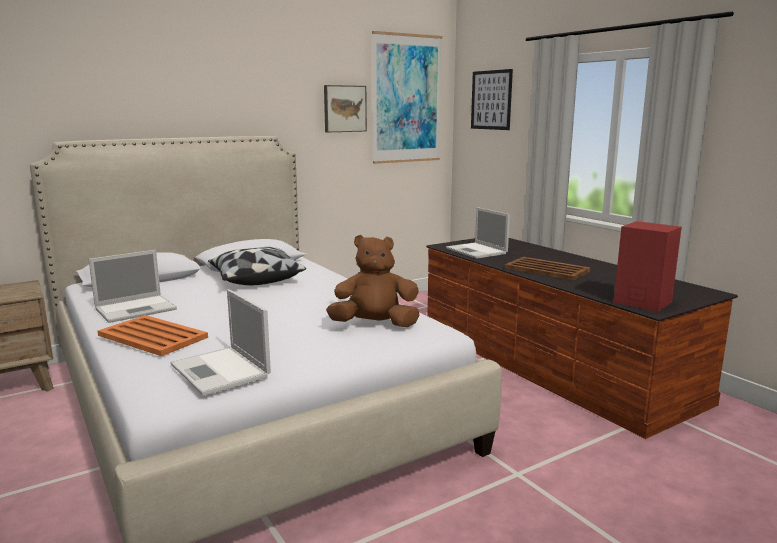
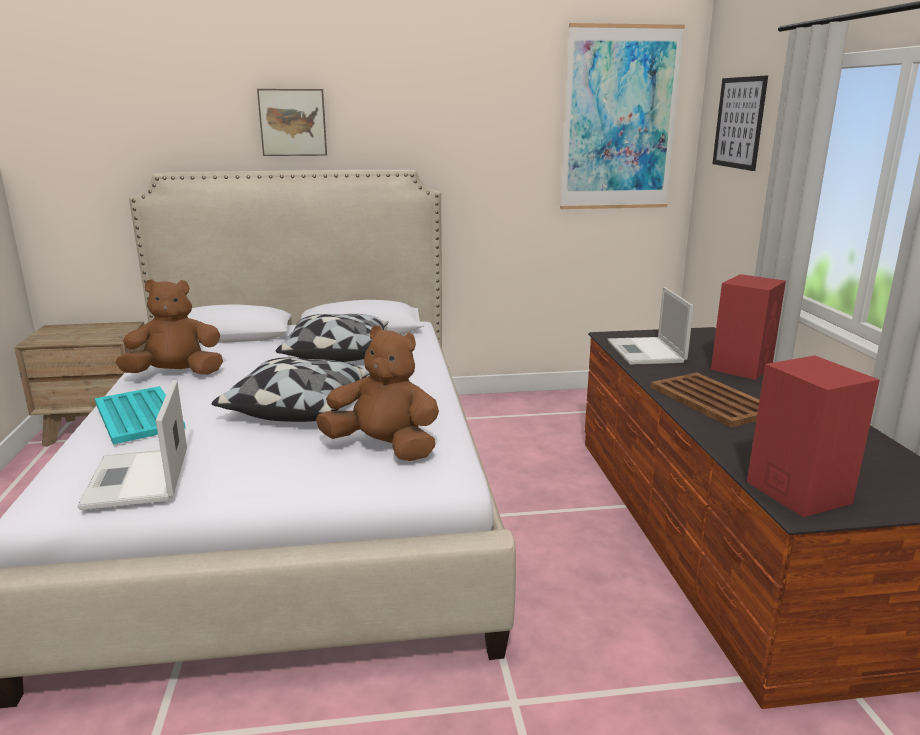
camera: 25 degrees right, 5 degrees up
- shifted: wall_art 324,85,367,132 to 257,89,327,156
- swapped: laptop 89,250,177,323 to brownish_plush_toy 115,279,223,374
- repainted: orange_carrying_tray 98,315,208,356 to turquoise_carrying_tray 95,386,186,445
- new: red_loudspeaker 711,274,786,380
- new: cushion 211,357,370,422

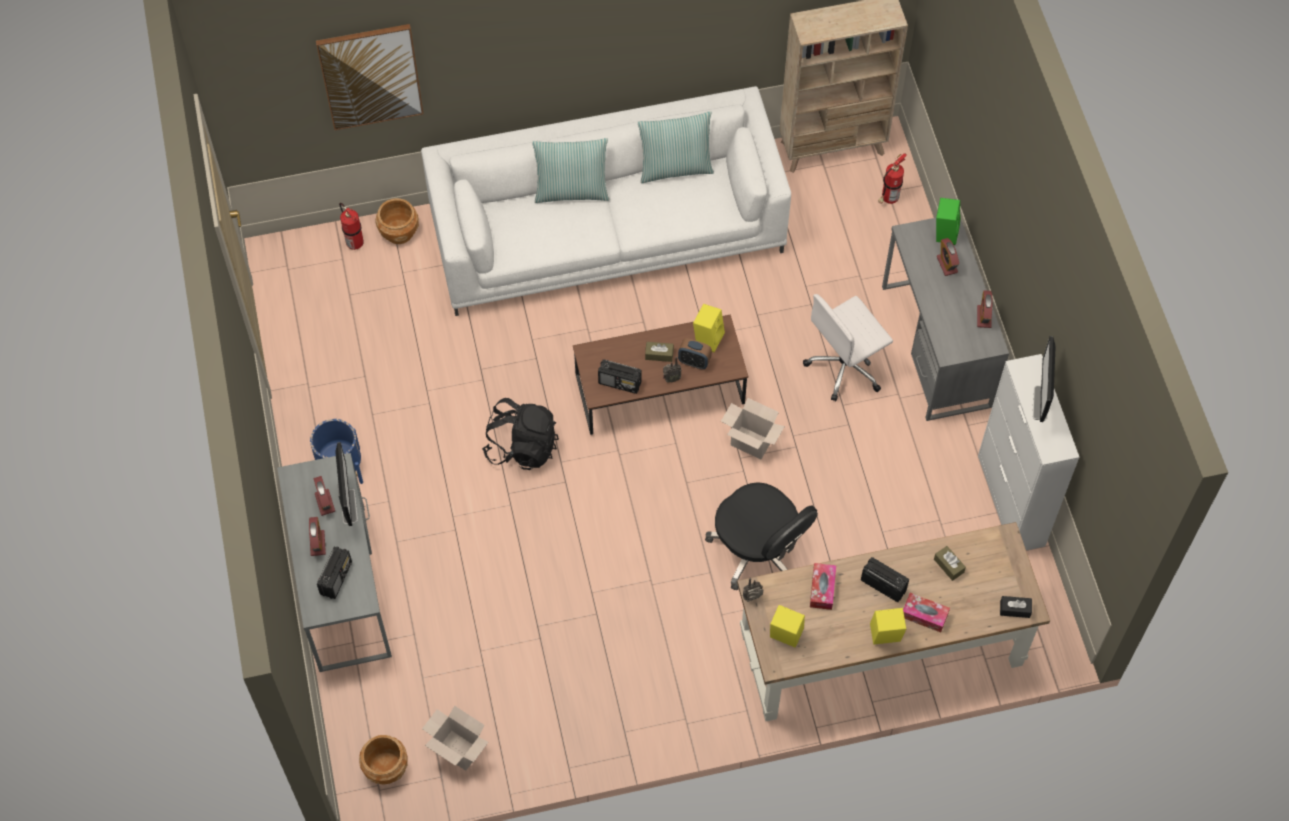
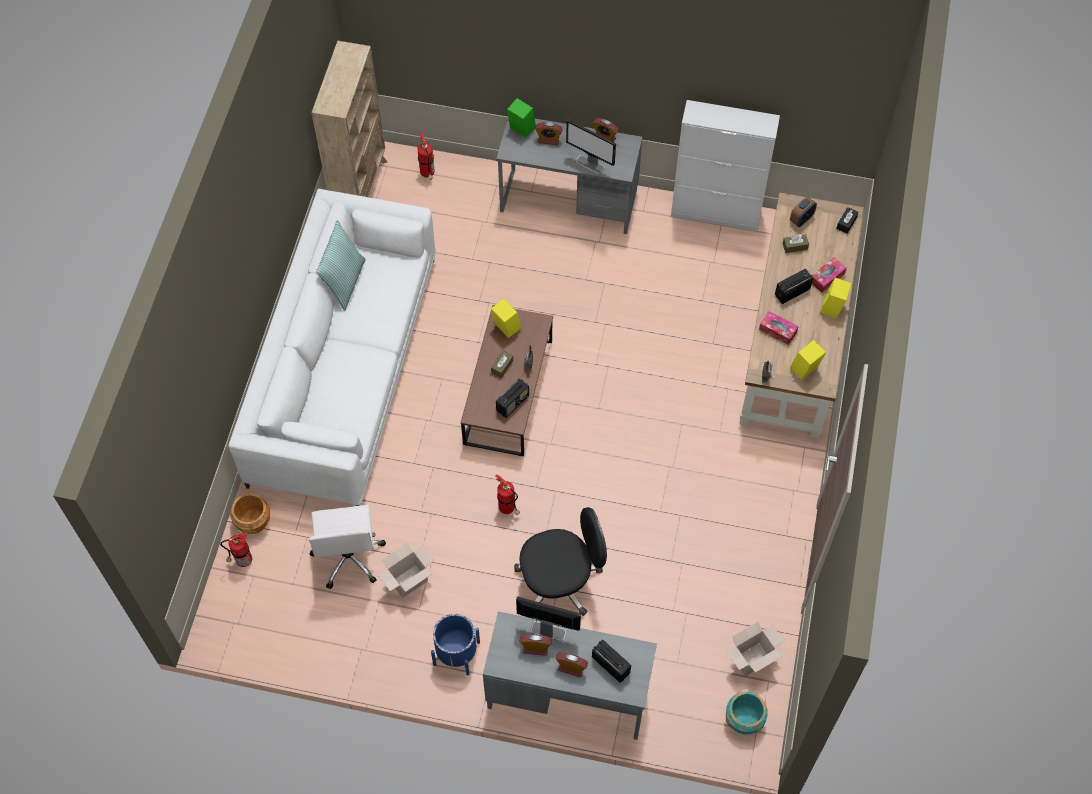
camera: 65 degrees left, 0 degrees up
- gone: wall_art 316,24,423,130
- gone: cushion 532,138,609,203
- shifted: white-coloured_desk_chair 803,294,893,401 to 309,505,386,589
- shifted: computer_display 1032,336,1056,422 to 566,120,616,174
- shifted: bedside_clock 678,338,712,369 to 790,196,817,227
- swapped: black-coloured_rucksack 482,398,559,470 to fire-fighting_cylinder 495,474,520,515
- shifted: carton 721,398,785,459 to 378,543,434,598
- shifted: black-coloured_desk_chair 705,482,818,590 to 514,507,607,616
- repainted: brownish_plant_pot 359,735,408,785 to turquoise_plant_pot 726,692,768,734

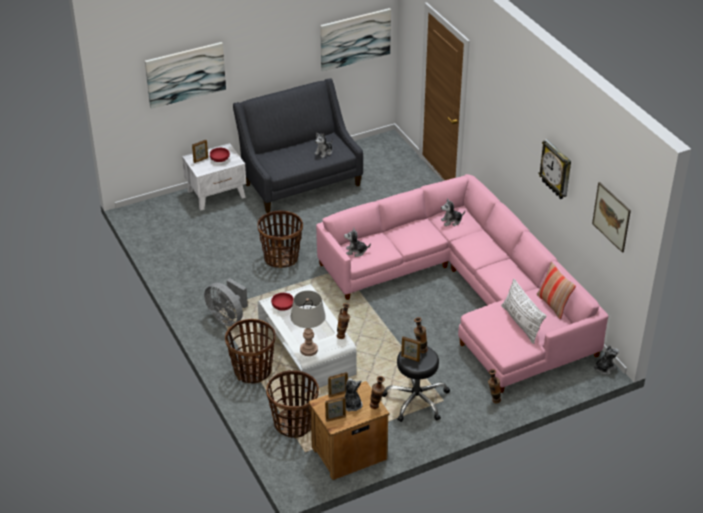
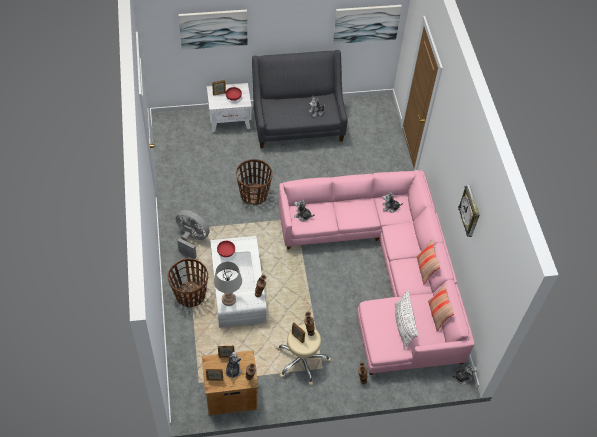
camera: 15 degrees right, 15 degrees up
- gone: wall_art 592,182,631,253
- rotated: grey_electric_fan 204,278,248,326 = 176,210,210,259 150 degrees clockwise
- repainted: black-coloured_sitting_stool 382,347,450,422 to sand-coloured_sitting_stool 276,325,331,386
- gone: basket 266,370,319,438
- new: cushion 417,239,440,285

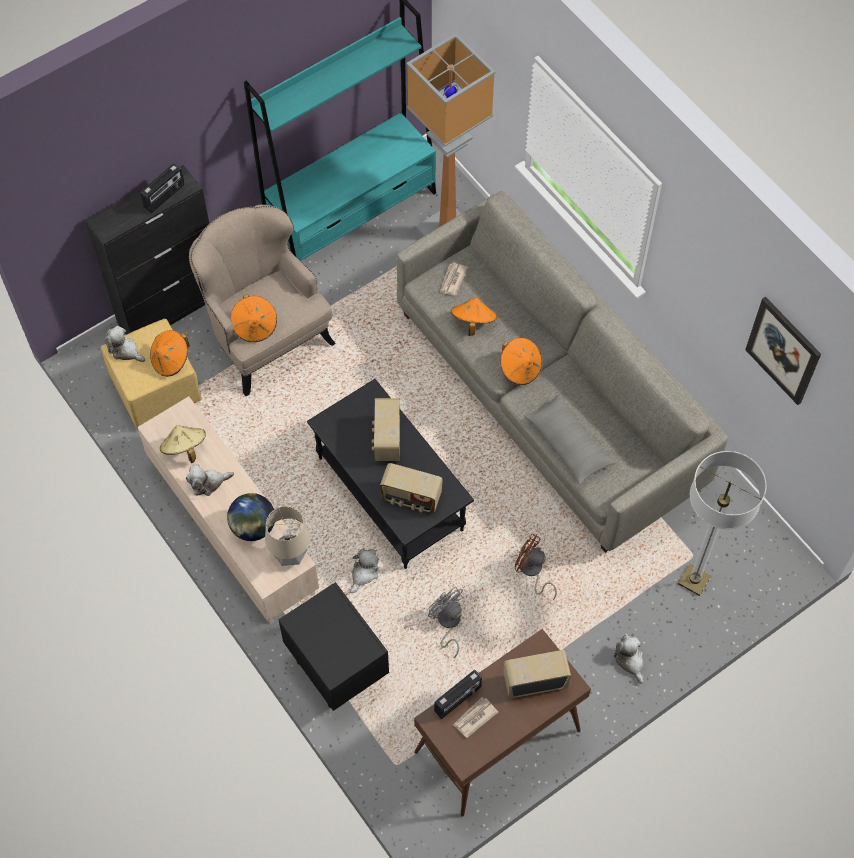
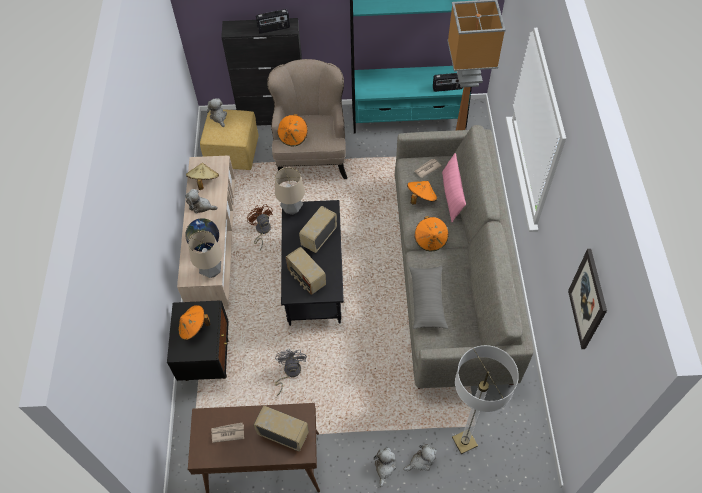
camera: 35 degrees right, 5 degrees down
- shifted: orange_hat 150,330,190,377 to 179,305,211,340
- shifted: brownish_electric_fan 515,533,557,600 to 247,204,273,251
- shifted: plush_toy 350,548,379,593 to 403,444,437,471
- shifted: radio_set 434,670,482,719 to 433,73,463,92
- new: pinkish_cushion 442,153,466,222
- new: tabletop_lamp 275,167,305,215

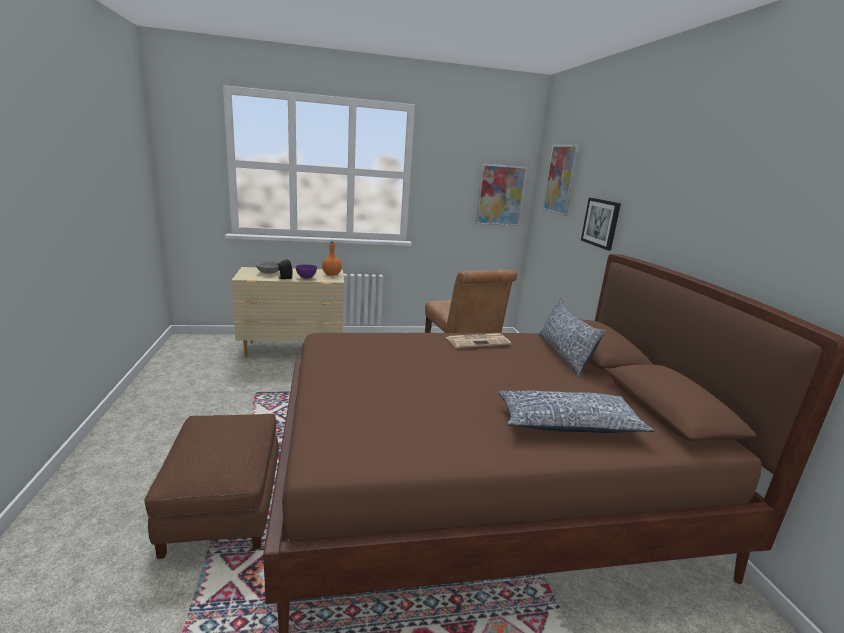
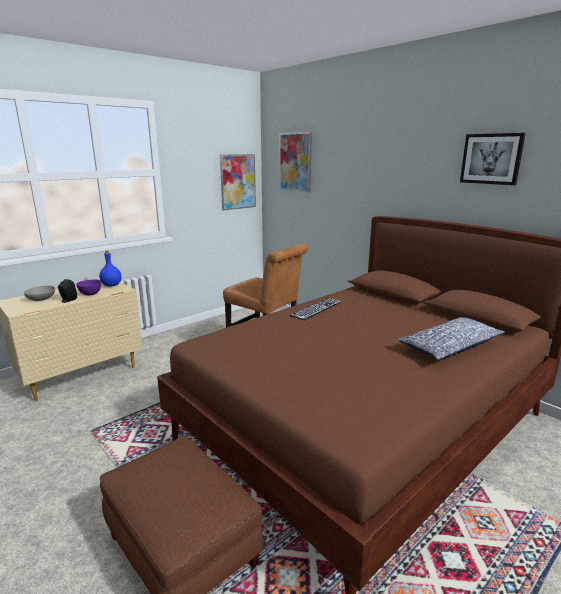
camera: 30 degrees left, 0 degrees up
- shifted: wall_art 581,198,621,250 to 460,133,526,185
- repainted: orange_bottle 322,241,342,276 to bluish_bottle 99,250,121,287
- gone: cushion 538,298,606,377
- swapped: newspaper 446,333,511,348 to computer_keyboard 290,298,341,320

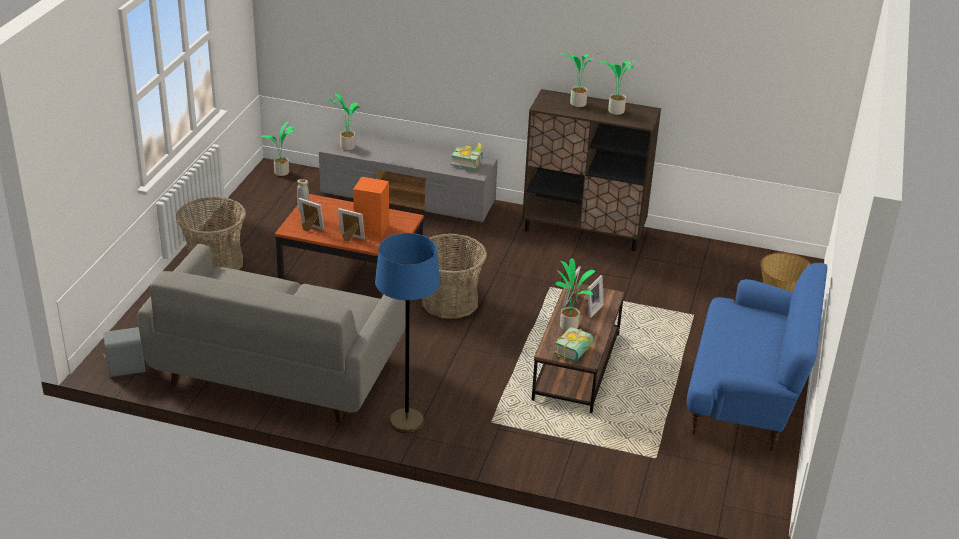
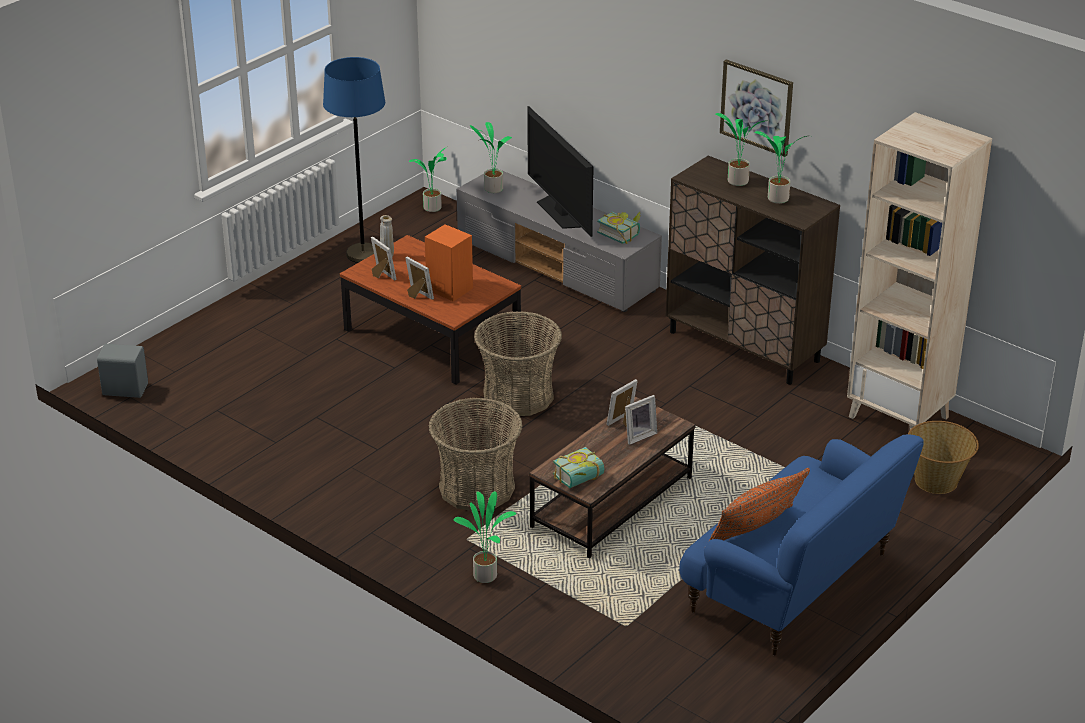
camera: 25 degrees right, 0 degrees up
- shifted: basket 176,197,246,270 to 428,398,523,511
- shifted: bluish_standing_lamp 375,233,440,433 to 323,57,385,263
- gone: grey_settee 138,244,406,423
- shifted: potted_plant 556,258,595,331 to 453,491,516,583
- new: wall_art 720,59,793,157
- new: TV 527,106,594,237
- new: sand-coloured_bookshelf 847,112,992,430
- new: orange_cushion 708,468,810,542

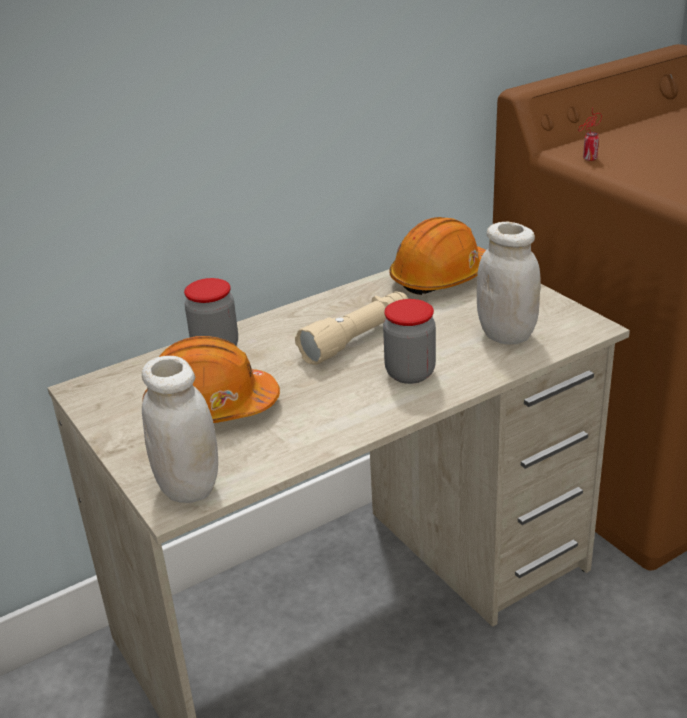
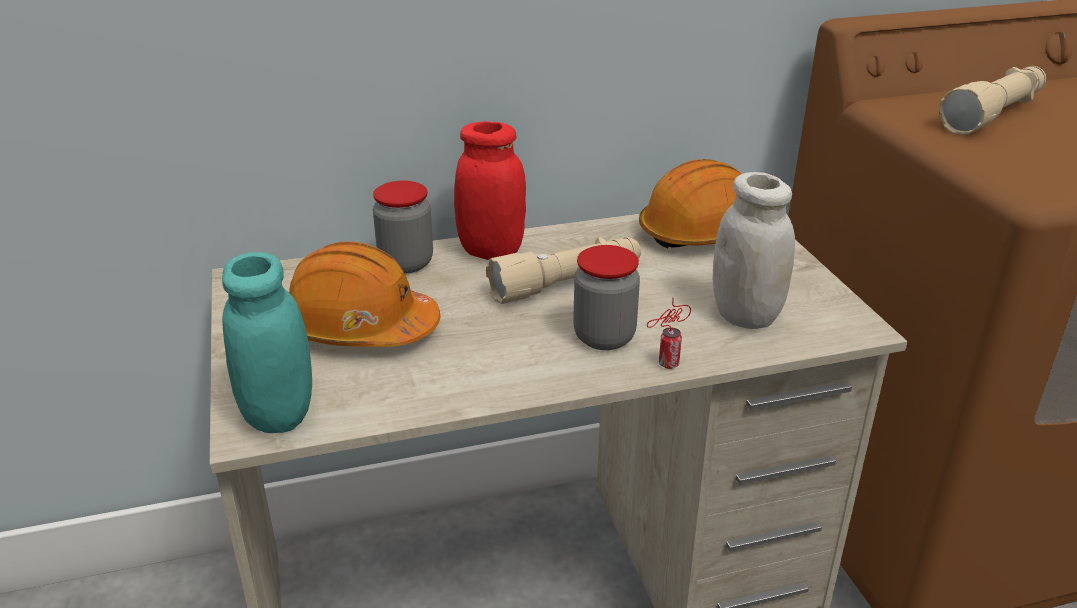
camera: 15 degrees right, 0 degrees up
- shifted: can 578,107,602,161 to 647,297,691,369
- repainted: white-coloured_storage_jar 142,356,218,503 to turquoise_storage_jar 222,252,312,433
- new: sand-coloured_hand_torch 938,66,1046,135
- new: red_storage_jar 454,121,526,260

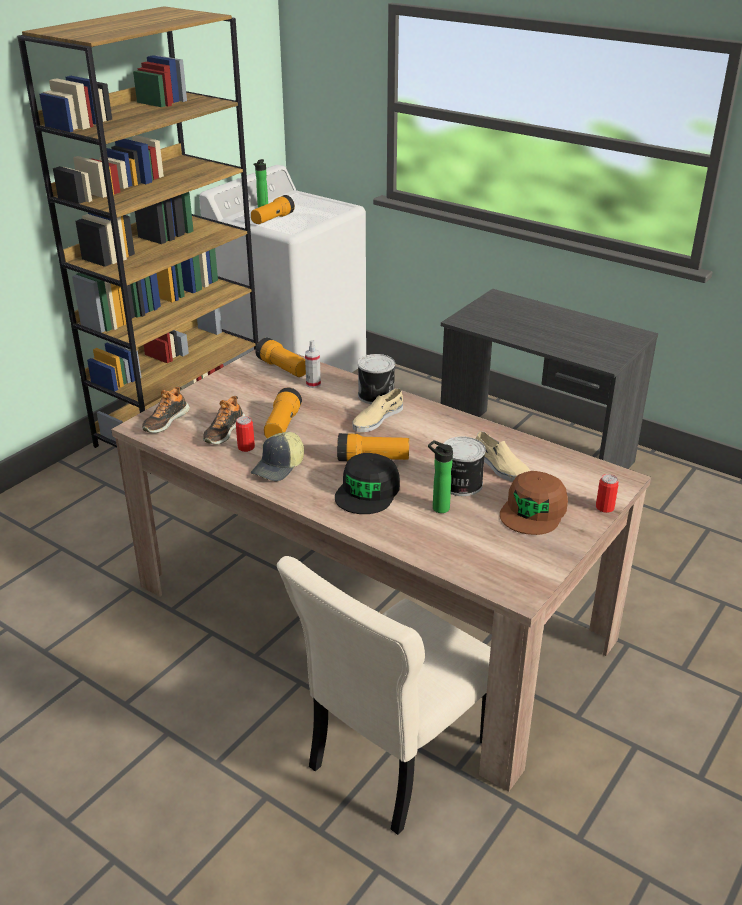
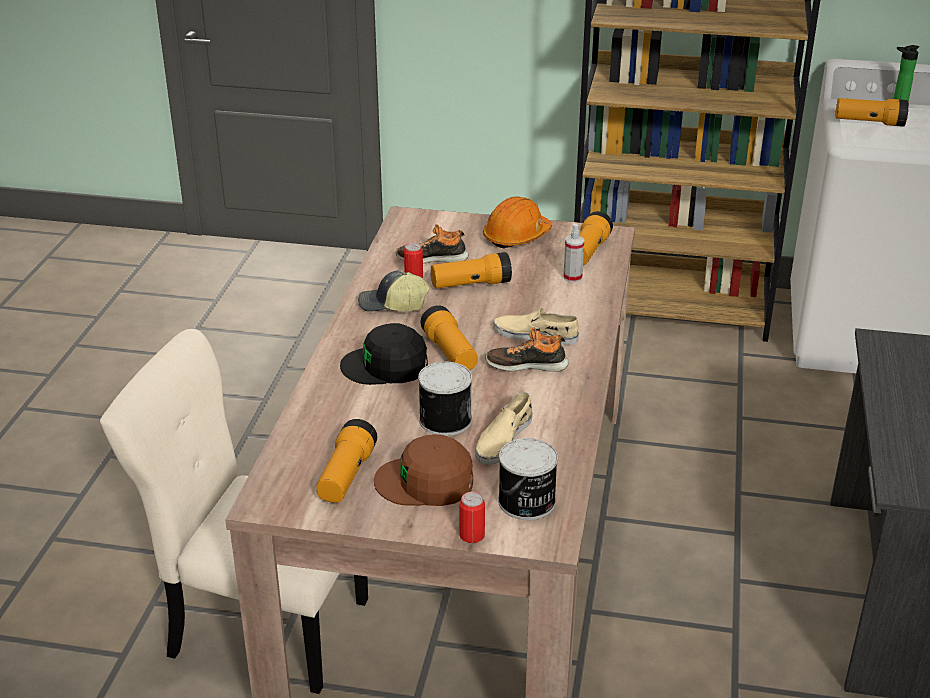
camera: 65 degrees right, 0 degrees up
- shifted: can 358,354,395,404 to 498,438,558,520
- shifted: low_shoe 142,386,190,433 to 485,327,569,372
- gone: bottle 428,440,453,513
- new: orange_safety_helmet 483,196,552,249
- new: hand_torch 316,419,377,503

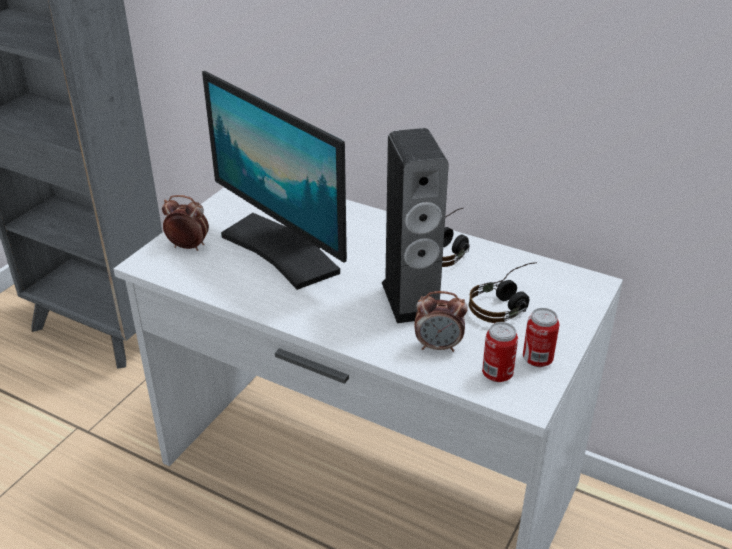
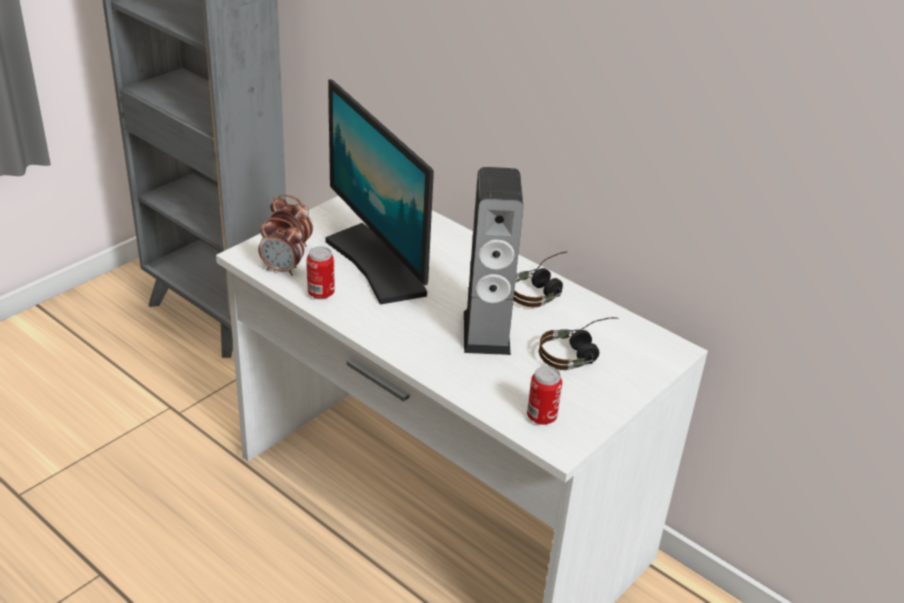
camera: 10 degrees right, 0 degrees up
- shifted: bedside_clock 414,291,468,352 to 258,218,304,276
- shifted: can 523,308,559,367 to 307,246,335,299

